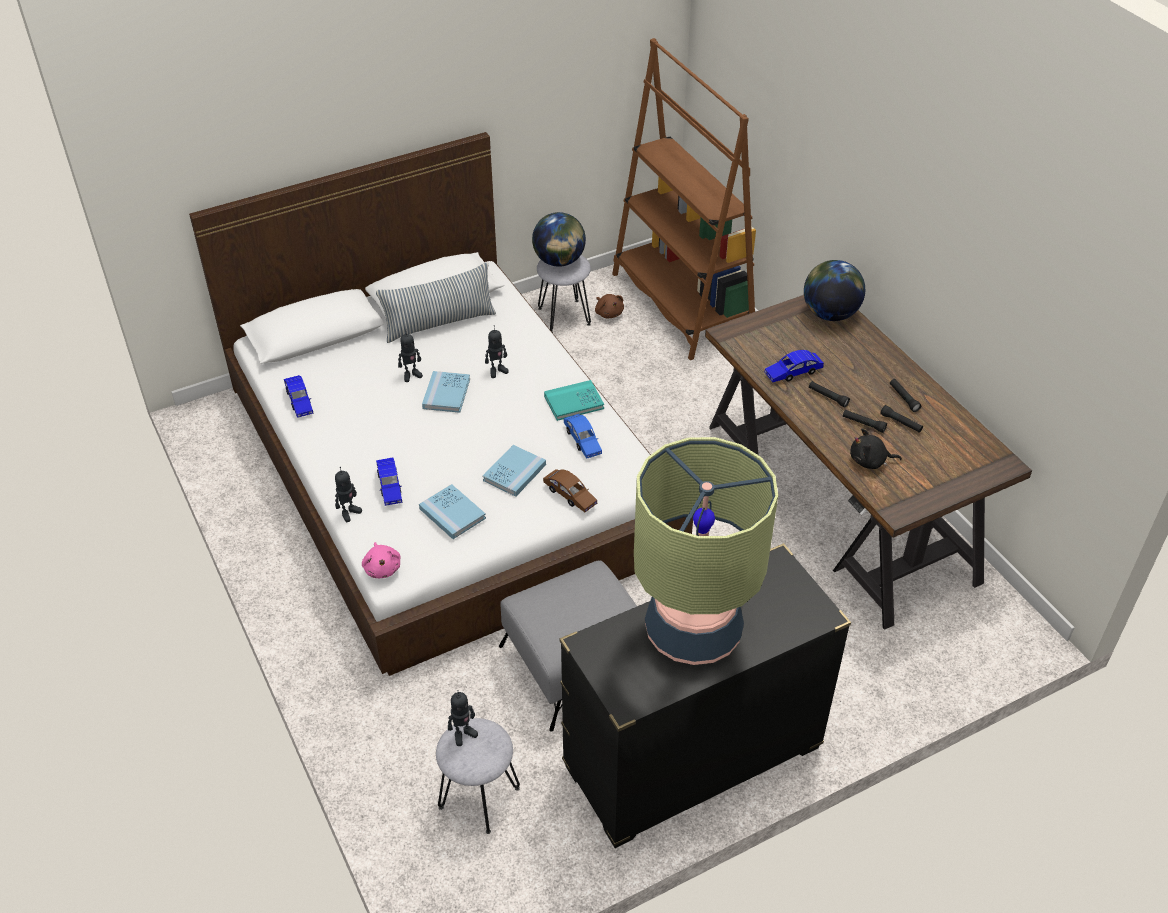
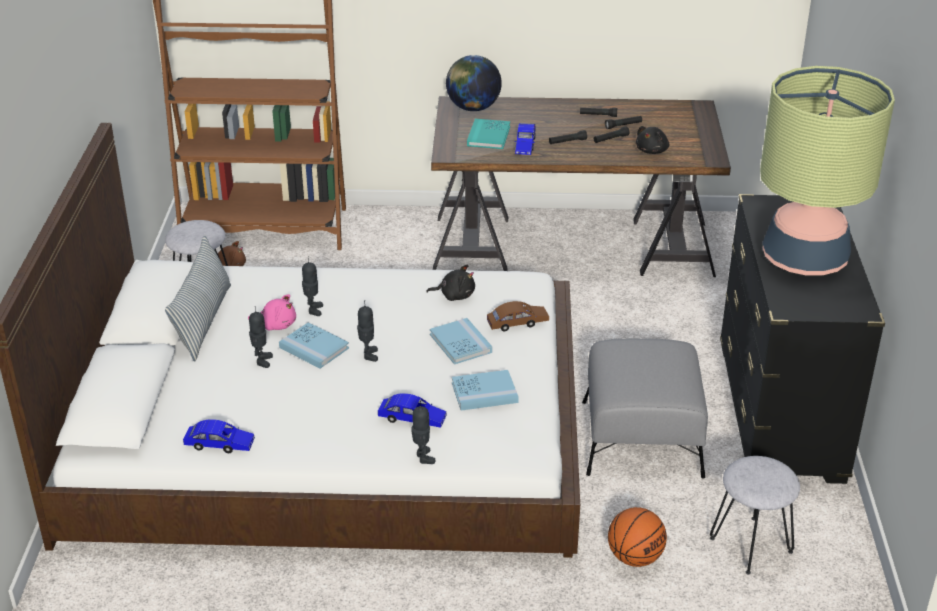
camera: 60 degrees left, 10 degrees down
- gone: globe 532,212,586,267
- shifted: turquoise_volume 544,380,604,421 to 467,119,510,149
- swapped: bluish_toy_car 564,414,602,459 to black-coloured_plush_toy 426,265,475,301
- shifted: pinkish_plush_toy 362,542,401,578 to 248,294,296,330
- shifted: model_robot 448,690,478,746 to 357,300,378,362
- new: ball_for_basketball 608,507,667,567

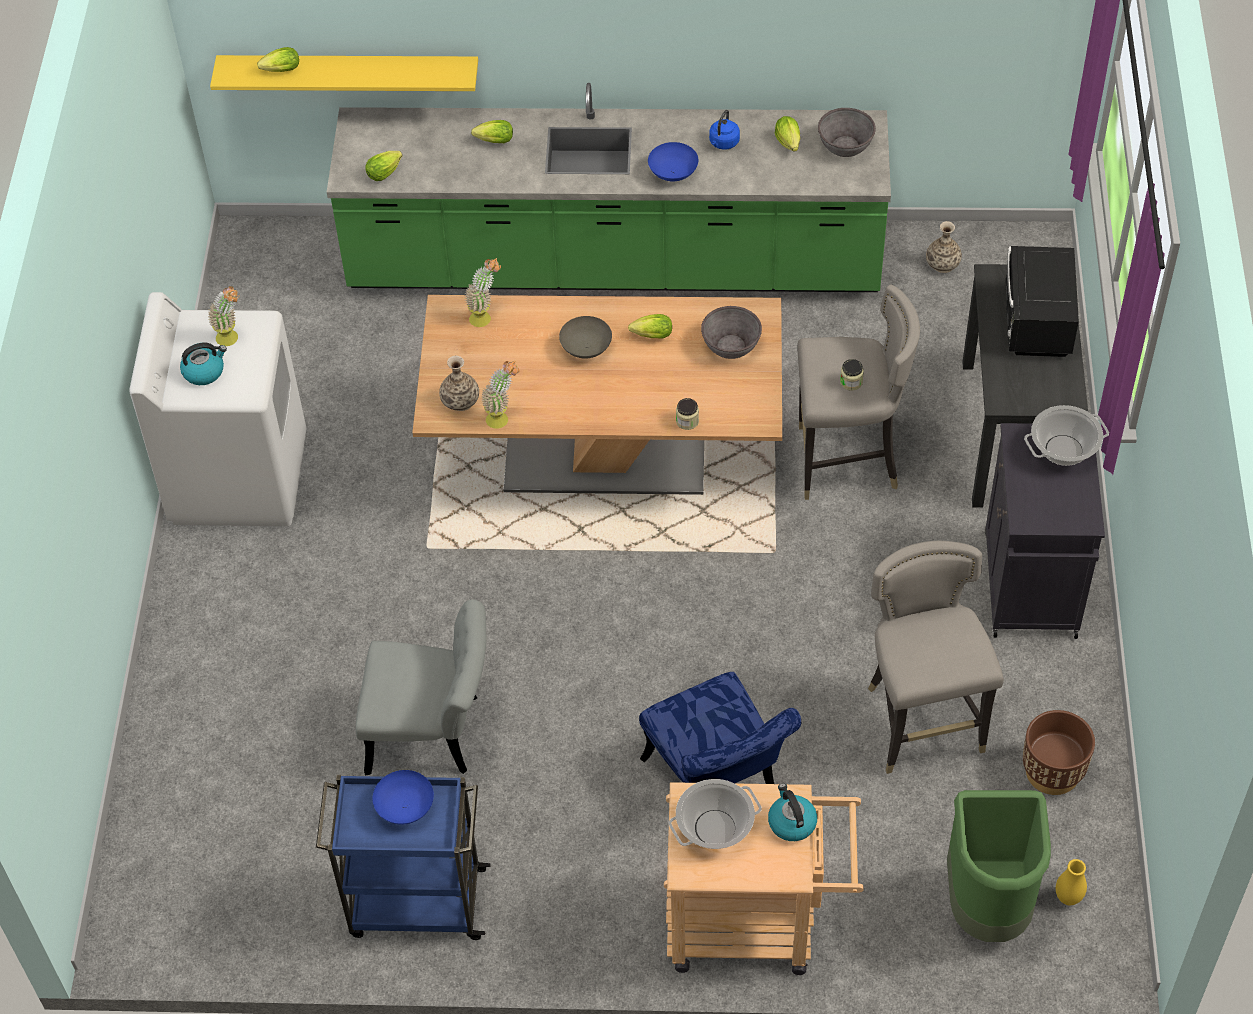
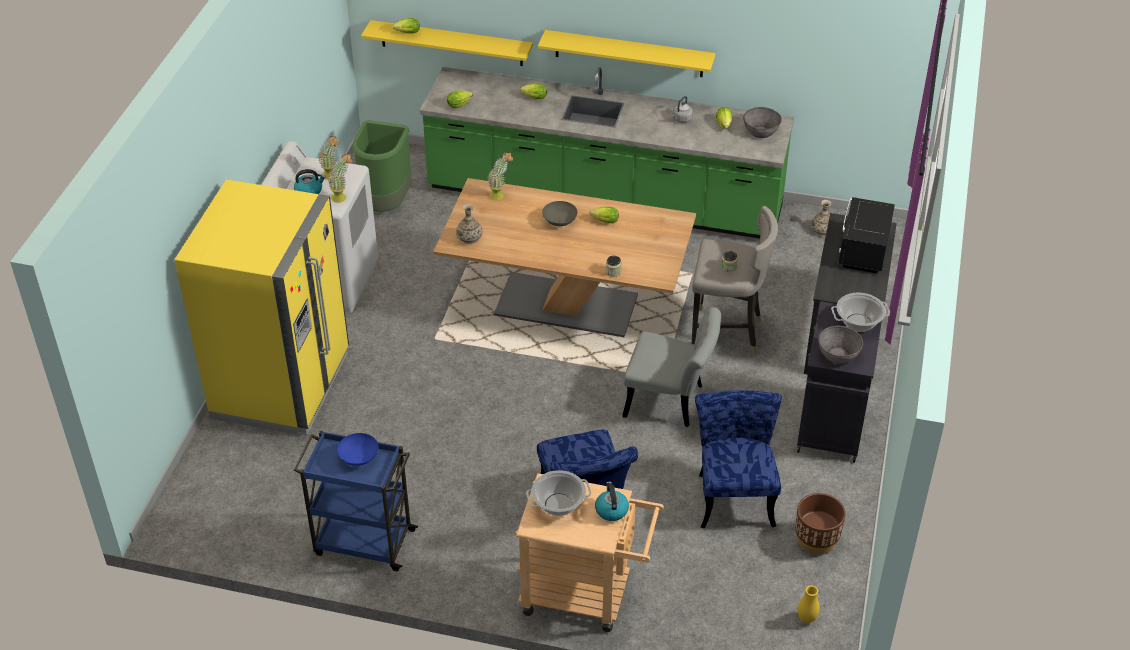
camera: 10 degrees right, 10 degrees down
- repainted: bluish_tea_kettle 709,110,740,150 to grey_tea_kettle 672,96,693,123
- gone: bluish_deep_dish 648,142,699,181
- shifted: grey_deep_dish 701,306,762,359 to 818,326,863,364
- shifted: potted_plant 482,361,520,429 to 328,154,352,203
- swapped: grey_sitting_stool 868,540,1004,774 to bluish_upright_chair 695,390,782,528
- shifted: grey_upright_chair 356,599,487,776 to 623,307,721,427
- shifted: green-coloured_rubbish_bin 947,790,1051,942 to 352,120,412,212
- new: yellow_wall_shelf 538,30,716,77
- new: yellow_refrigerator 174,180,349,435

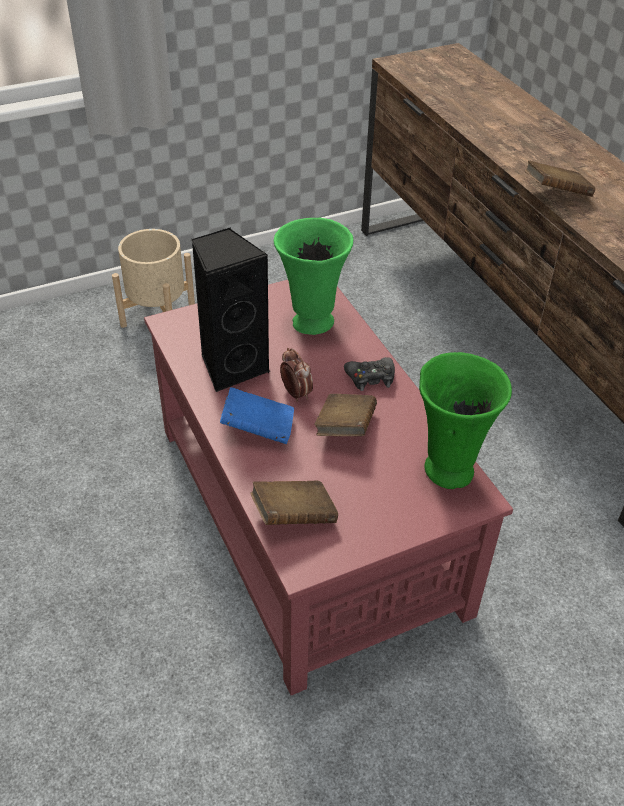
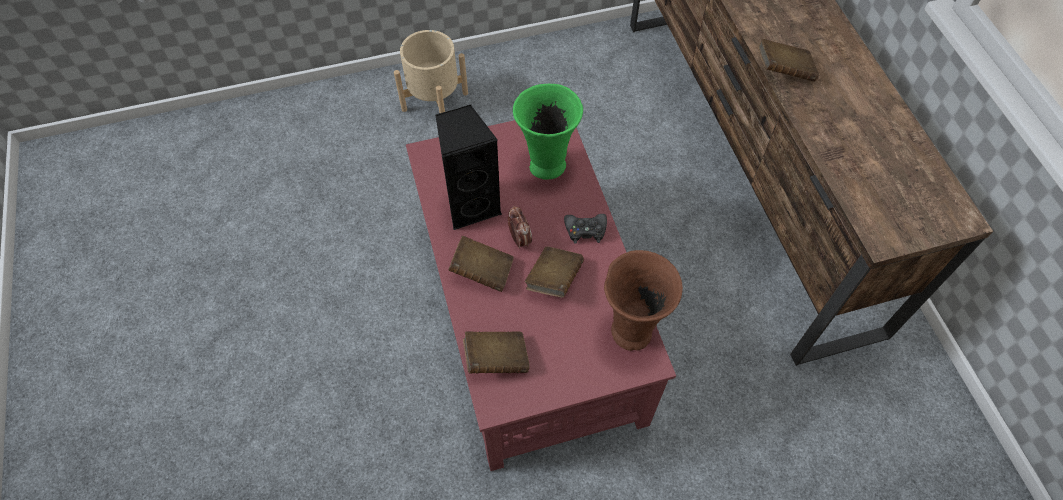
camera: 10 degrees right, 15 degrees up
- repainted: green-coloured_flower_vase 419,352,512,489 to brownish_flower_vase 604,250,683,351
- repainted: bluish_volume 220,387,294,444 to brownish_volume 449,236,514,292

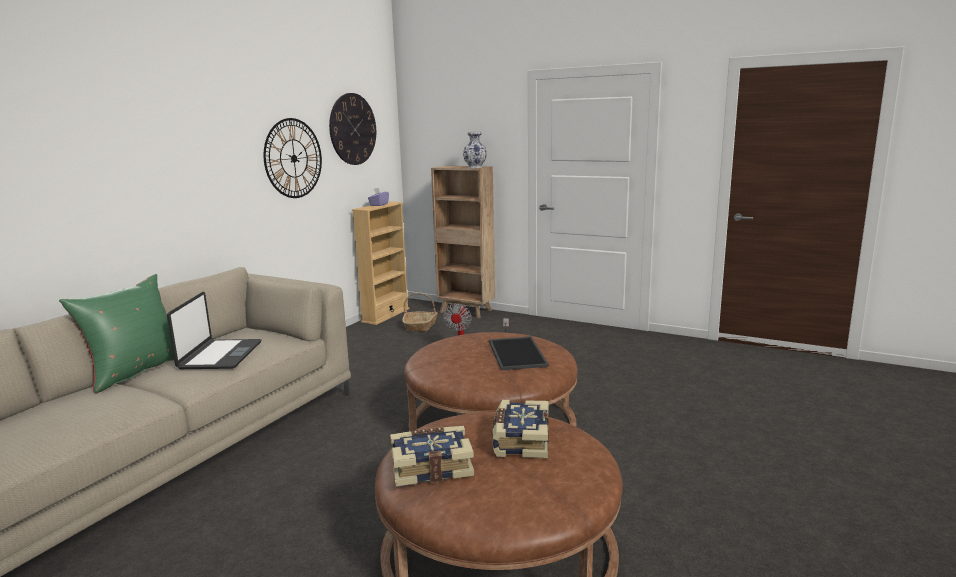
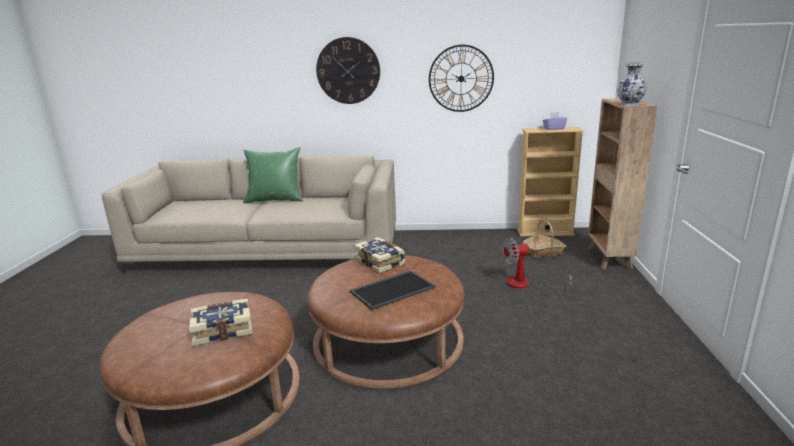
camera: 65 degrees right, 5 degrees up
- shifted: clock_on_the_wall 329,93,376,165 to 316,37,380,104
- gone: laptop 167,292,261,369
- shifted: volume 390,426,474,487 to 353,237,405,273

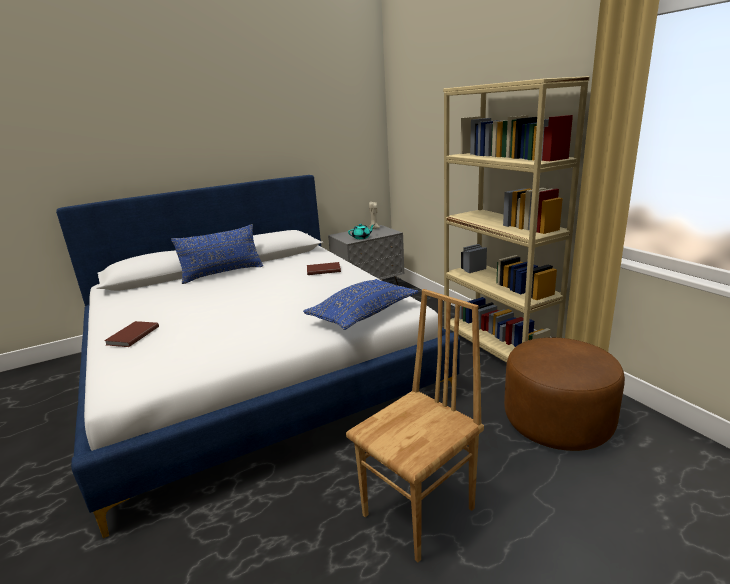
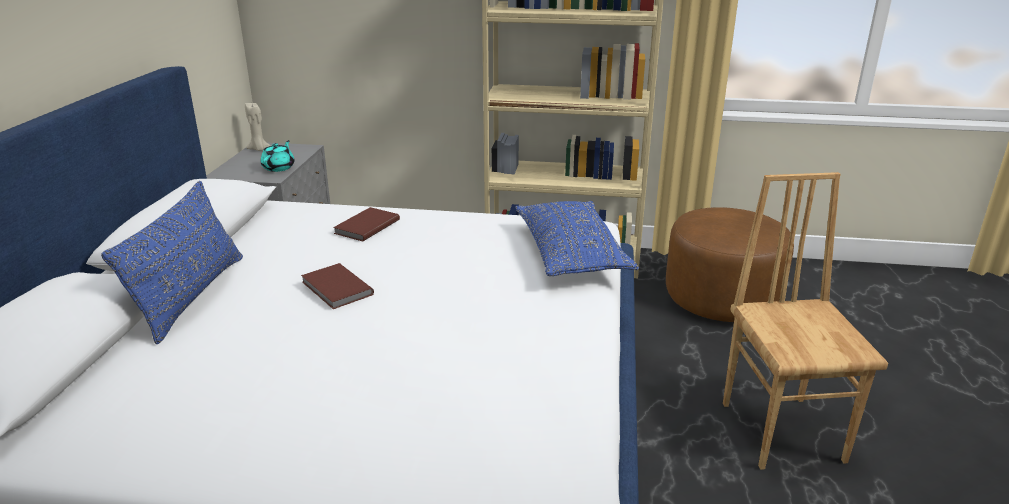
camera: 55 degrees left, 5 degrees up
- shifted: brownish_volume 104,321,159,347 to 301,263,374,309

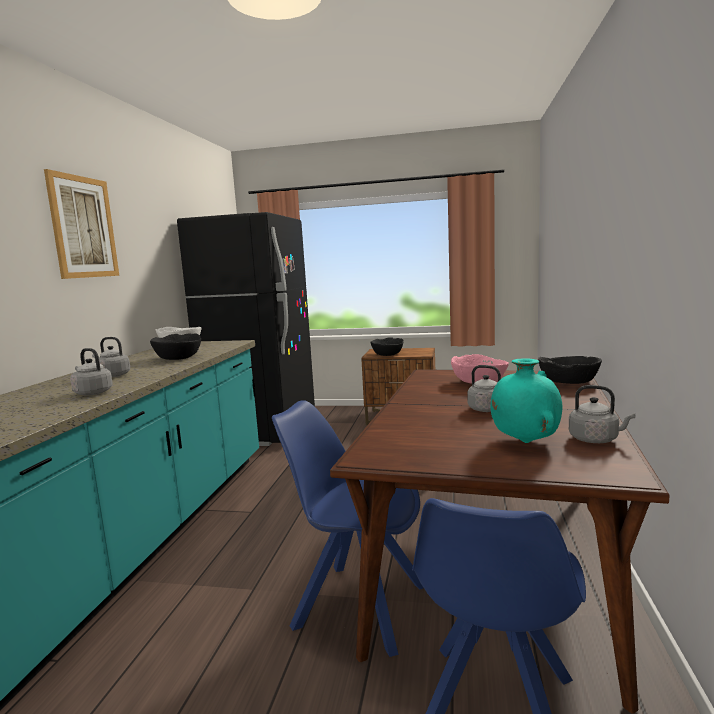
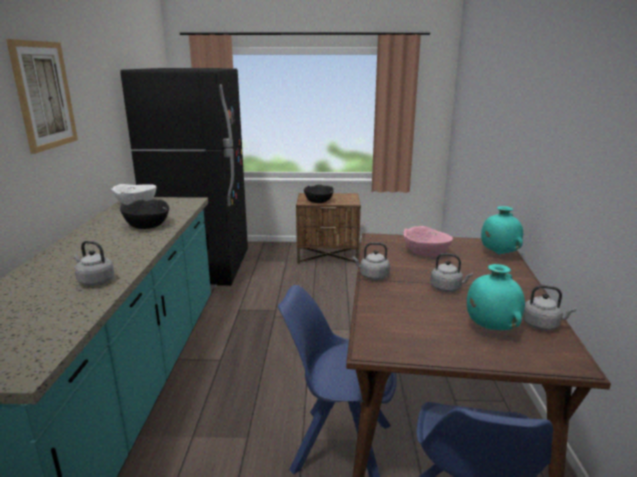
camera: 10 degrees left, 10 degrees up
- shifted: grey_tea_kettle 92,337,130,377 to 353,242,390,280
- swapped: black-coloured_deep_dish 538,356,602,384 to turquoise_flower_vase 481,206,523,254

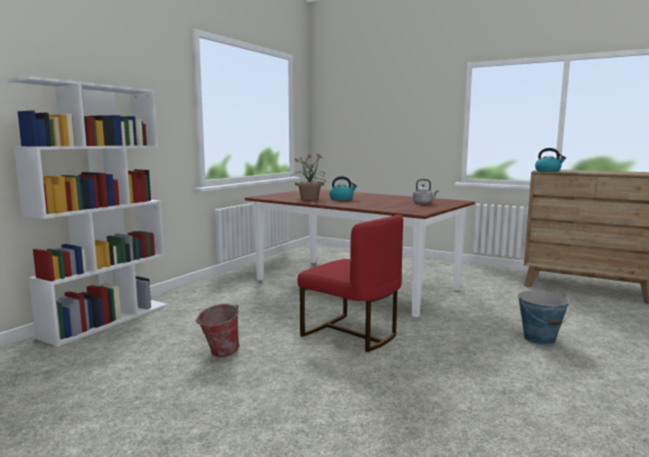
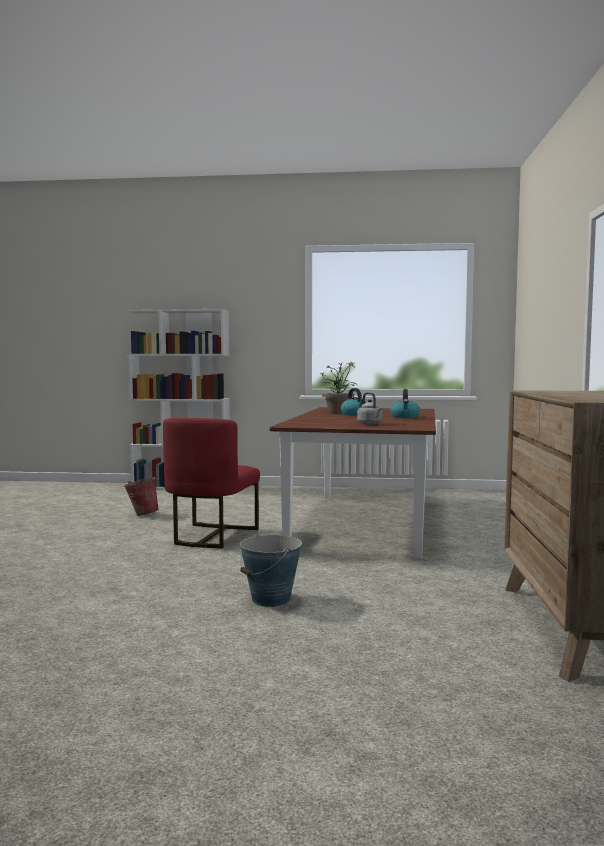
camera: 65 degrees right, 5 degrees down
- shifted: tea_kettle 535,148,566,172 to 390,389,420,418

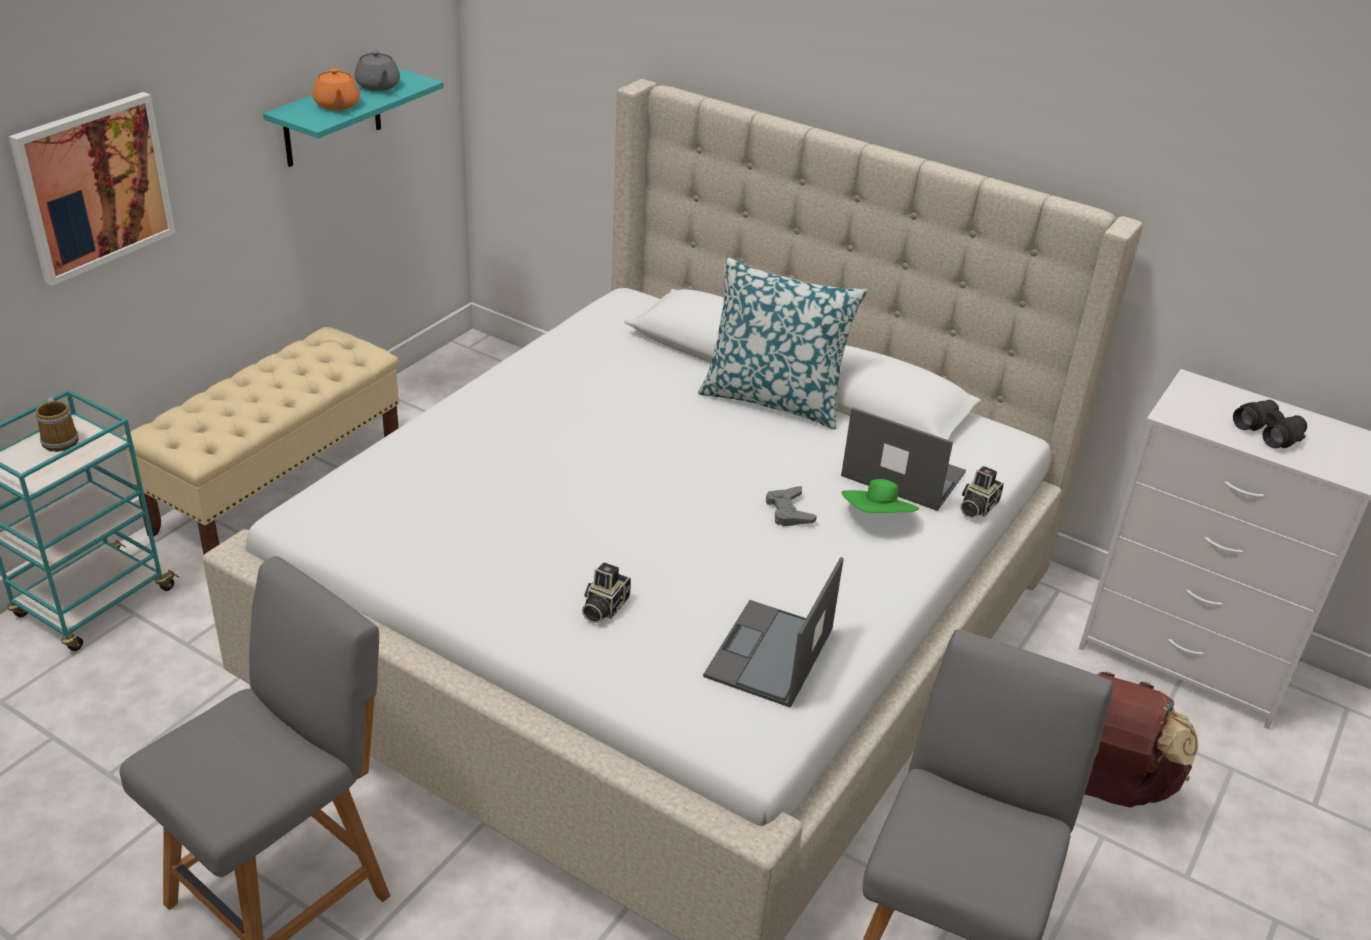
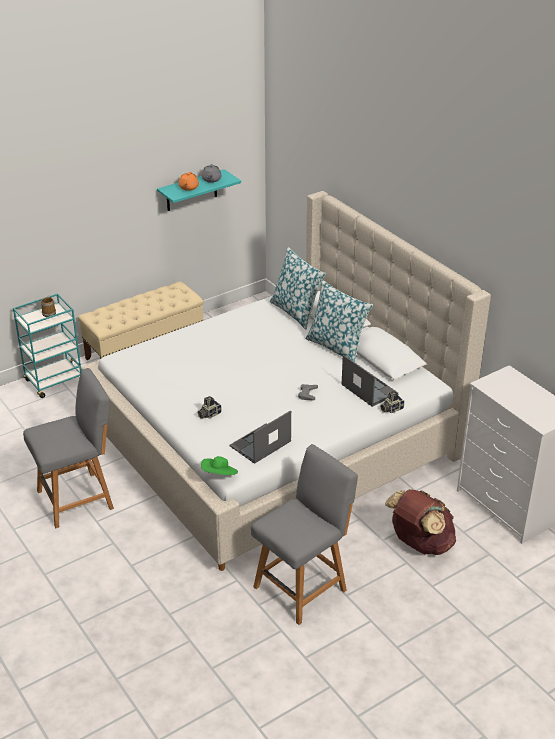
camera: 25 degrees right, 0 degrees up
- gone: wall_art 9,92,175,286
- gone: black-coloured_binoculars 1233,400,1307,448
- shifted: green-coloured_hat 842,479,919,513 to 201,456,238,475
- new: cushion 270,247,326,330

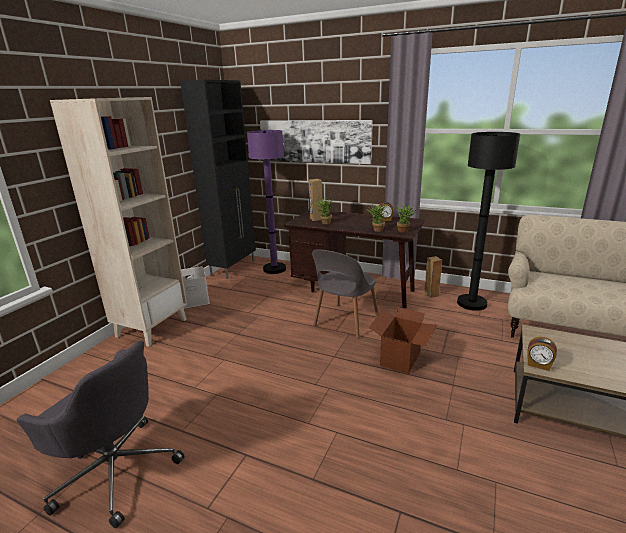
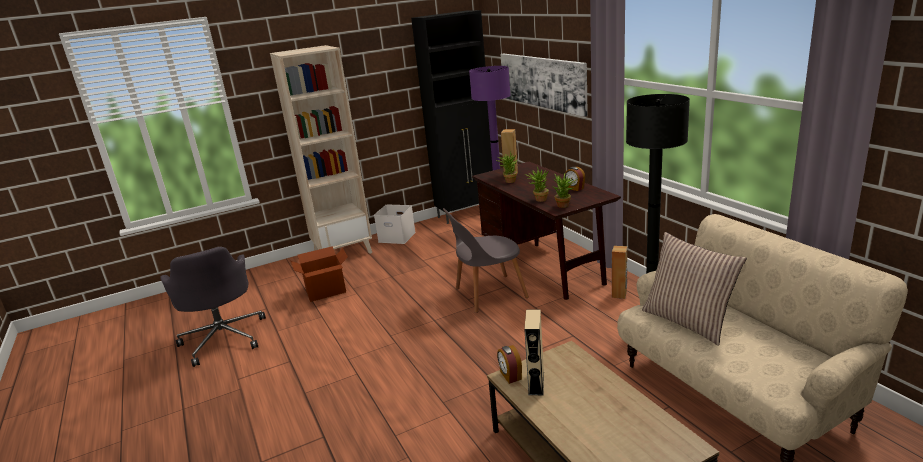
camera: 40 degrees right, 0 degrees up
- shifted: carton 369,308,437,374 to 291,246,348,302
- new: cushion 642,232,747,346
- new: sand-coloured_loudspeaker 524,309,544,395

